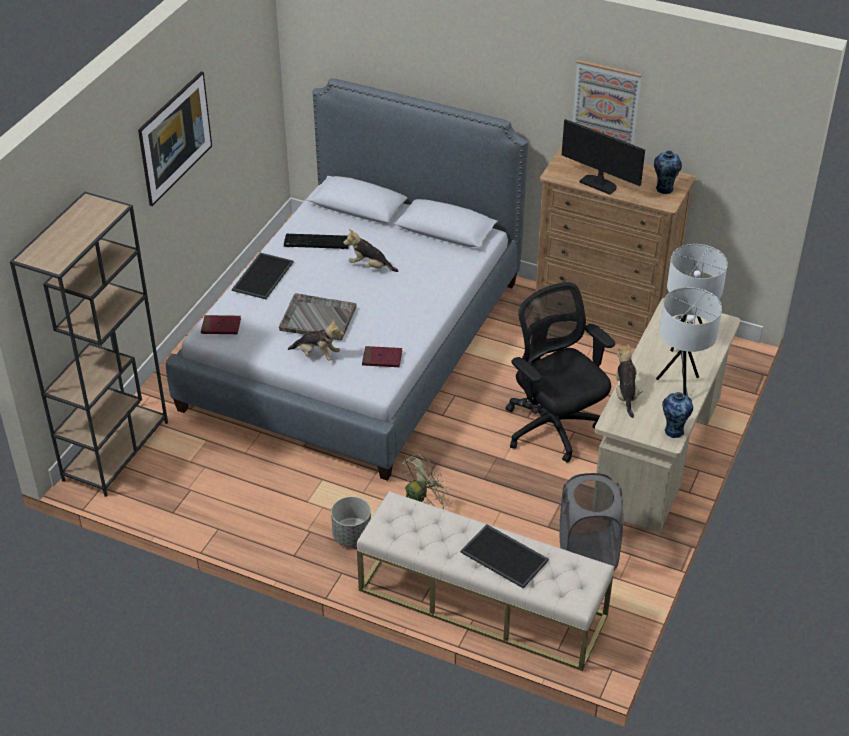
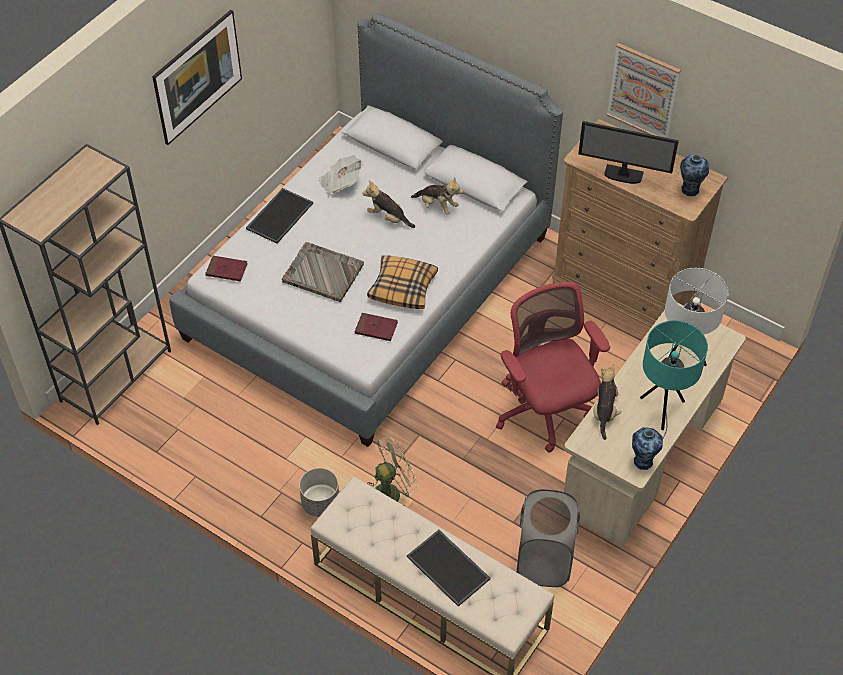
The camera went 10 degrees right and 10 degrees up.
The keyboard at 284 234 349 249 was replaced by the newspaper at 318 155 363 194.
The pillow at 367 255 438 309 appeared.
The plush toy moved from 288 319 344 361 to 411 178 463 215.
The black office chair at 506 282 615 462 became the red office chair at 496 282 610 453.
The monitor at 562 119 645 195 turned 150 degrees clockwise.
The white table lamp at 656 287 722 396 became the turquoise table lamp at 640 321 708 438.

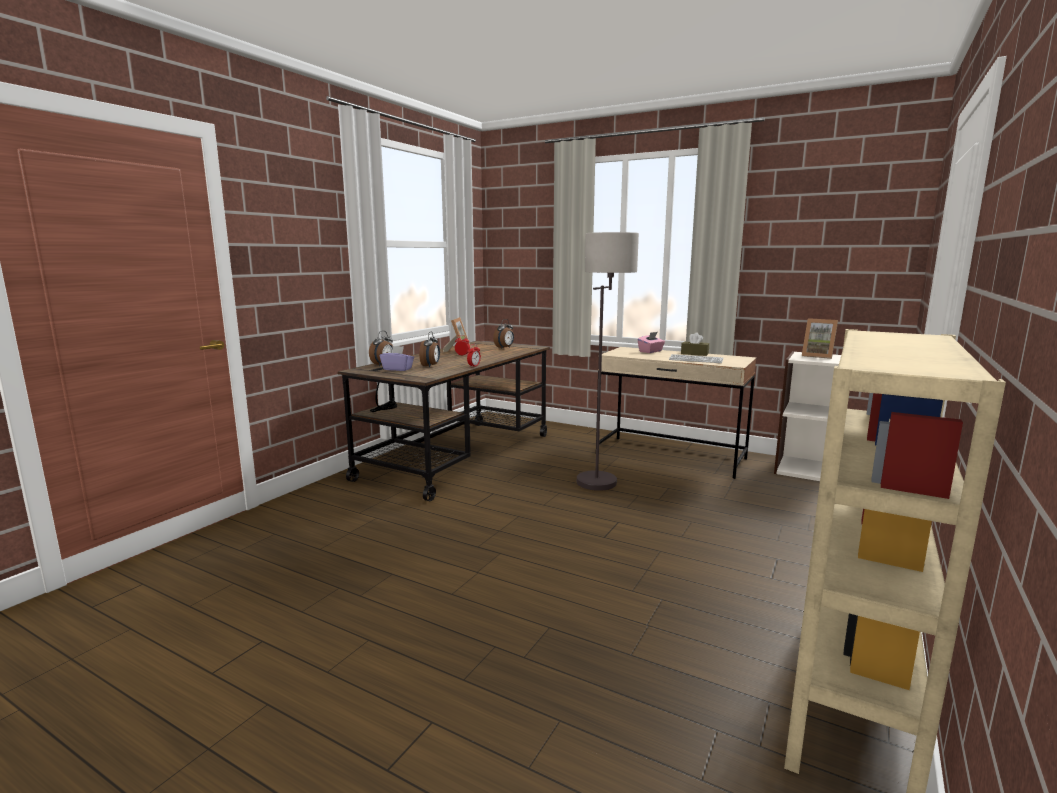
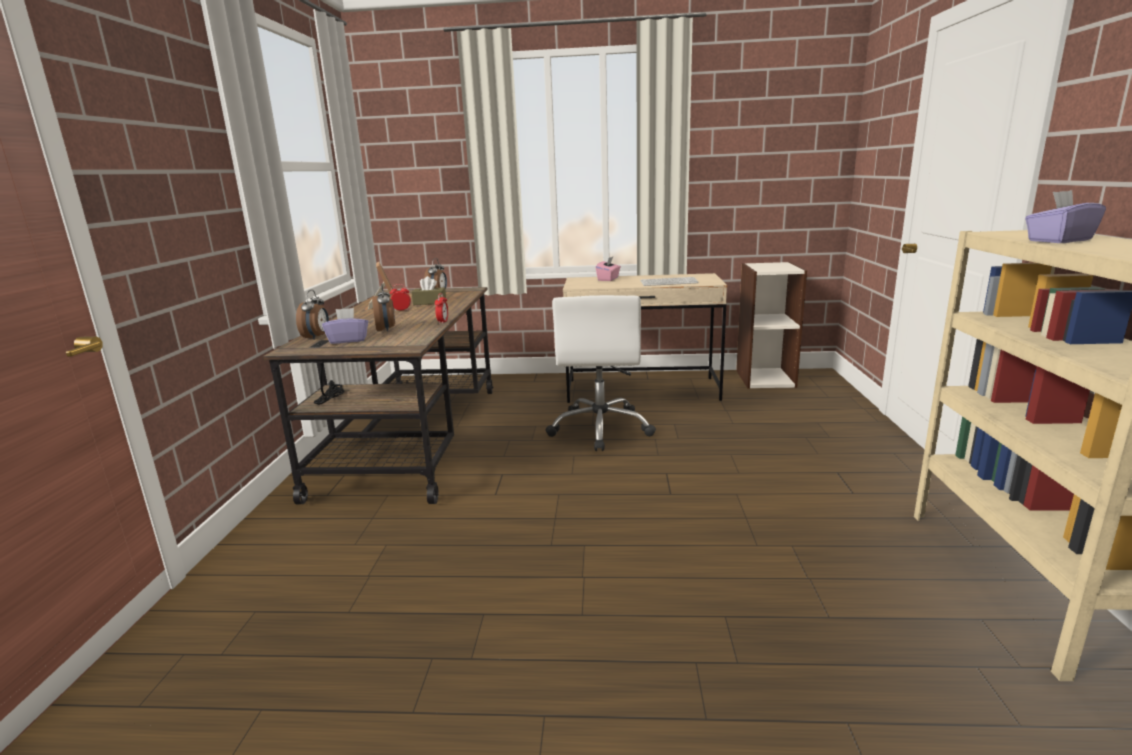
The camera went 25 degrees left and 5 degrees up.
The brown tissue box moved from 681 332 709 356 to 411 276 446 305.
The grey floor lamp at 577 232 639 491 was replaced by the white office chair at 545 295 656 451.
The purple tissue box at 1025 190 1106 243 appeared.
The picture frame at 802 318 838 359 disappeared.

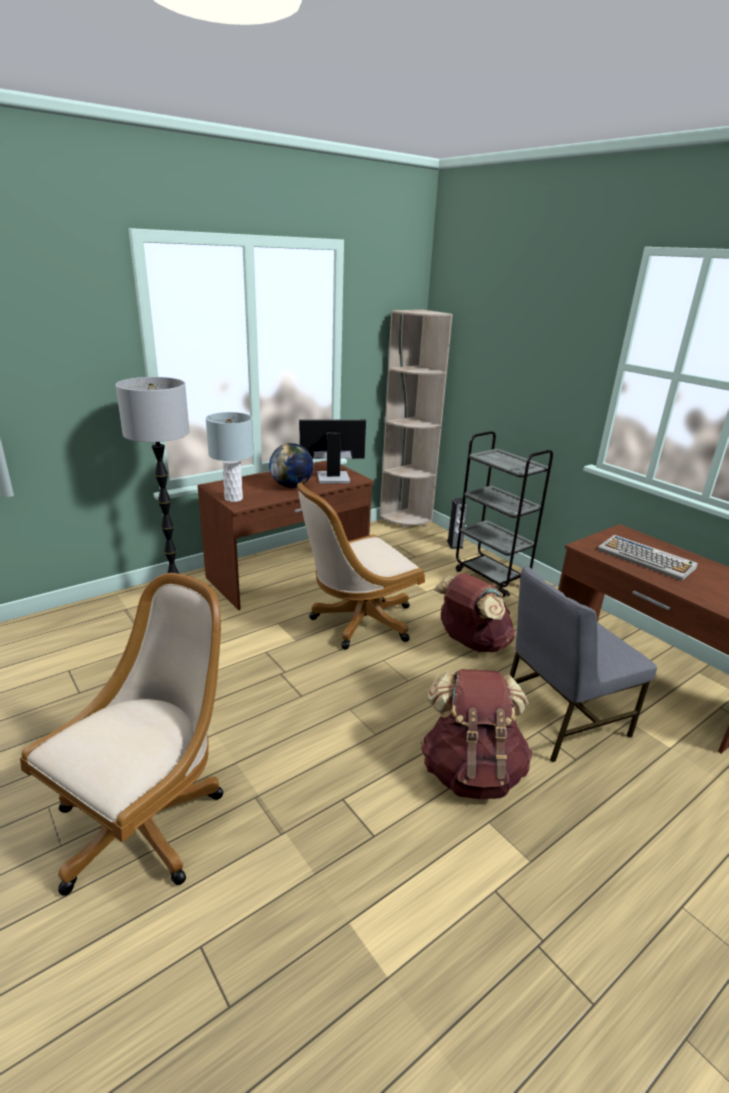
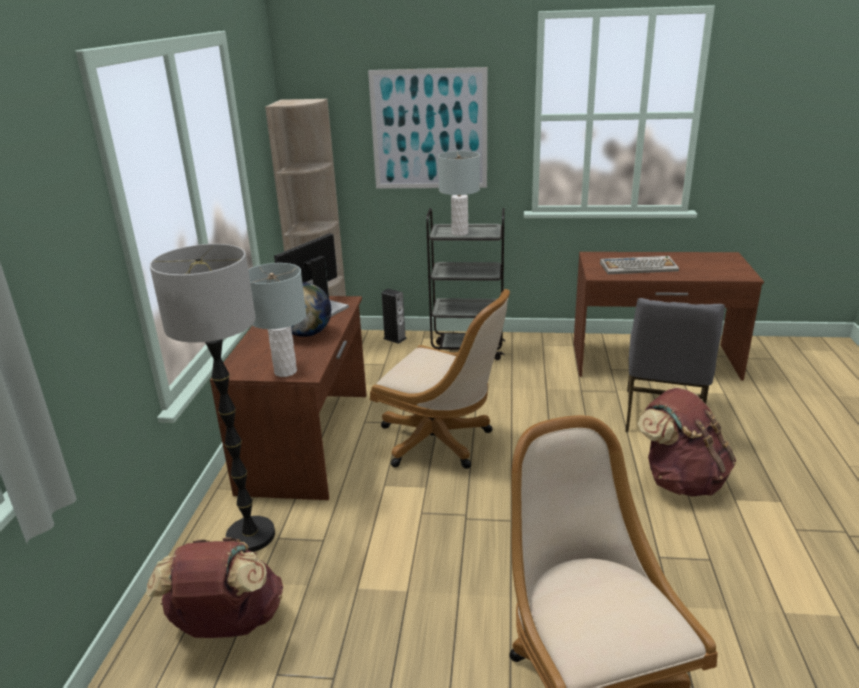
The camera went 45 degrees left and 0 degrees up.
The brown backpack moved from 434 573 515 652 to 146 537 283 638.
The picture at 368 67 487 189 appeared.
The office chair at 297 483 425 650 turned 75 degrees counterclockwise.
The grey table lamp at 438 151 480 236 appeared.

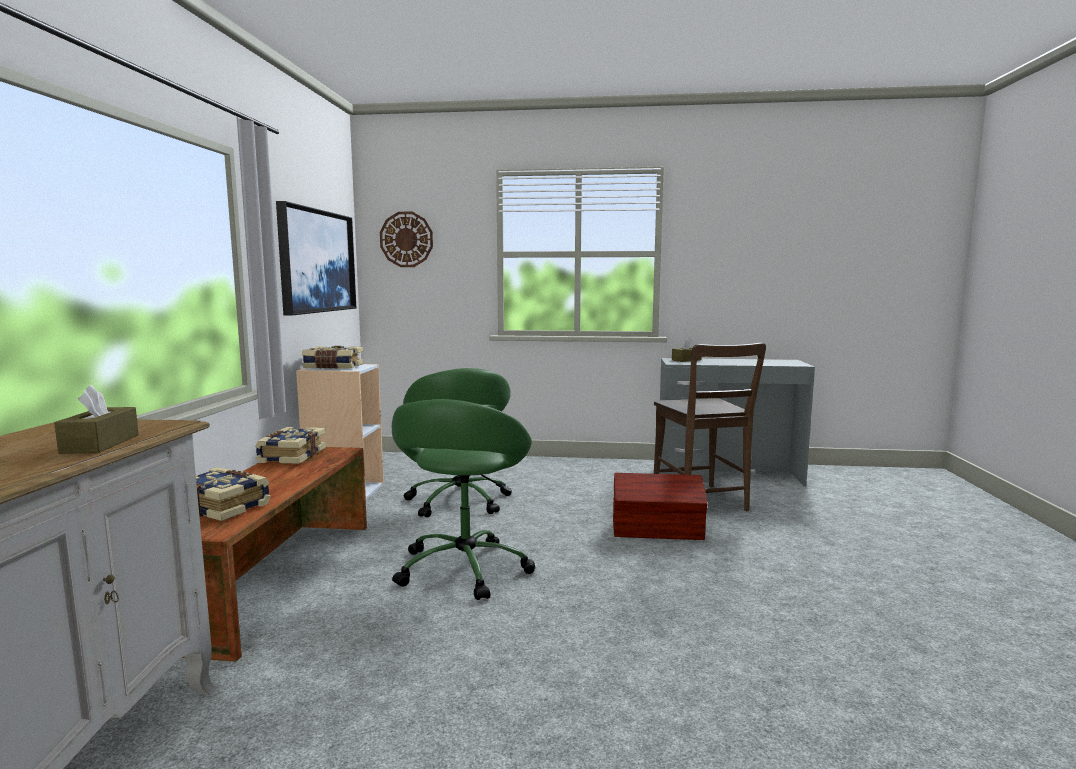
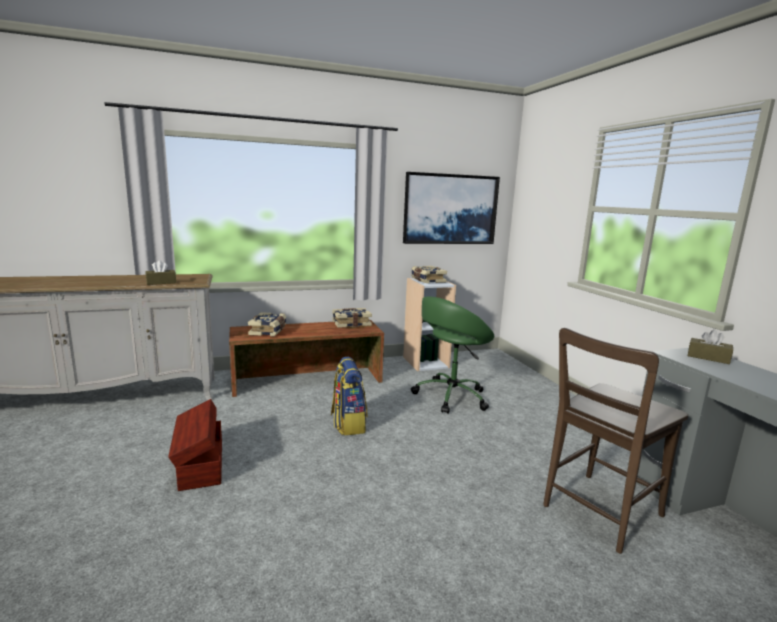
The camera went 65 degrees right and 5 degrees up.
The brown storage box moved from 613 473 707 540 to 168 399 222 491.
The green office chair at 392 399 535 600 was replaced by the backpack at 331 357 367 435.
The wall clock at 380 212 433 267 disappeared.

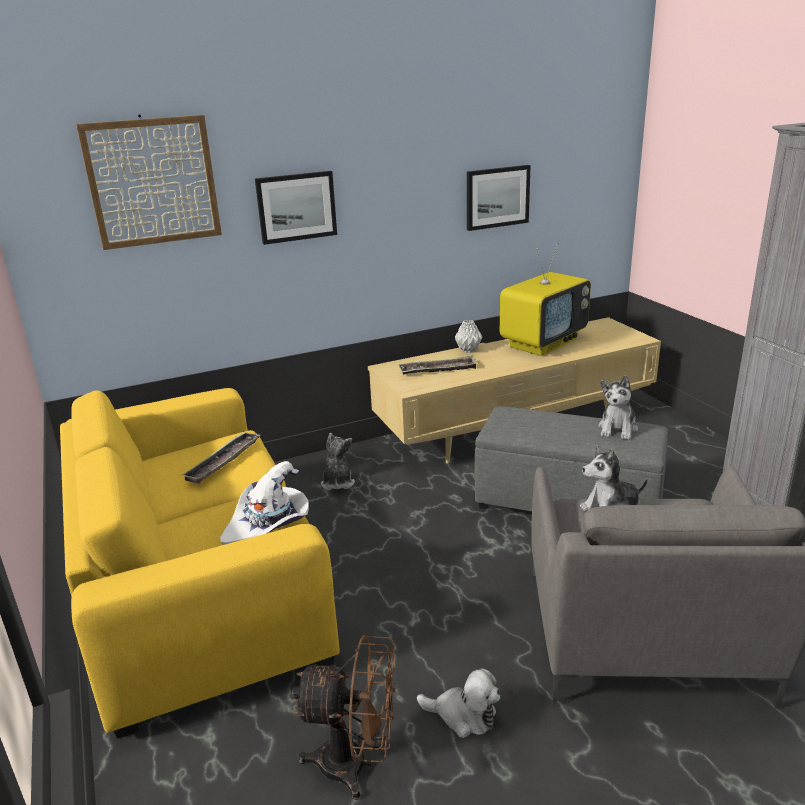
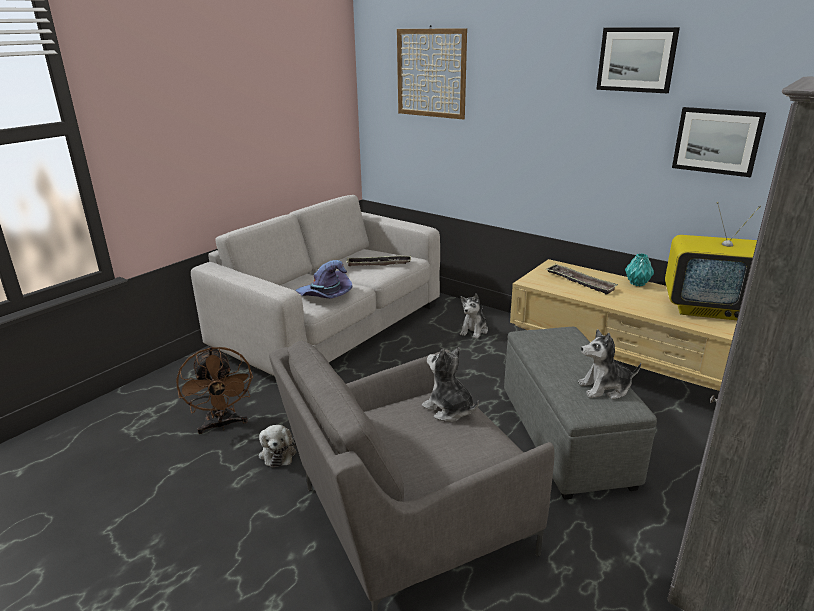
The camera went 60 degrees right and 0 degrees up.
The yellow sofa at 60 388 340 739 became the white sofa at 191 195 440 376.
The white hat at 220 461 309 545 became the purple hat at 296 260 352 298.
The plush toy at 321 433 355 490 turned 150 degrees clockwise.
The picture moved from 255 171 337 245 to 596 27 680 93.
The grey vase at 455 320 482 353 became the turquoise vase at 625 253 654 286.

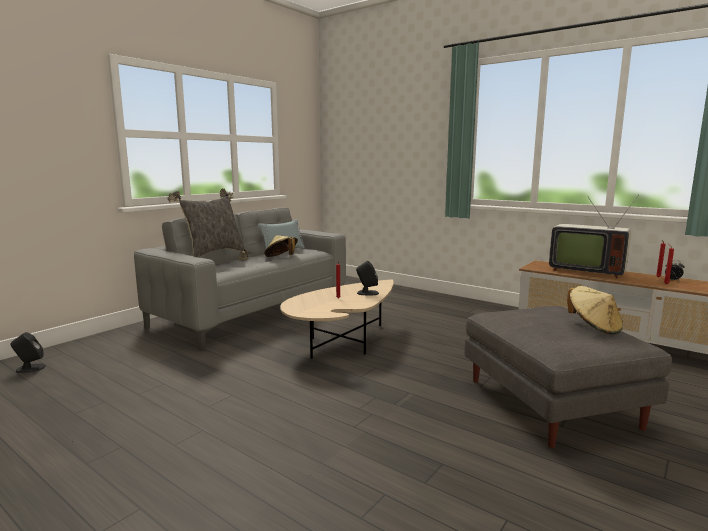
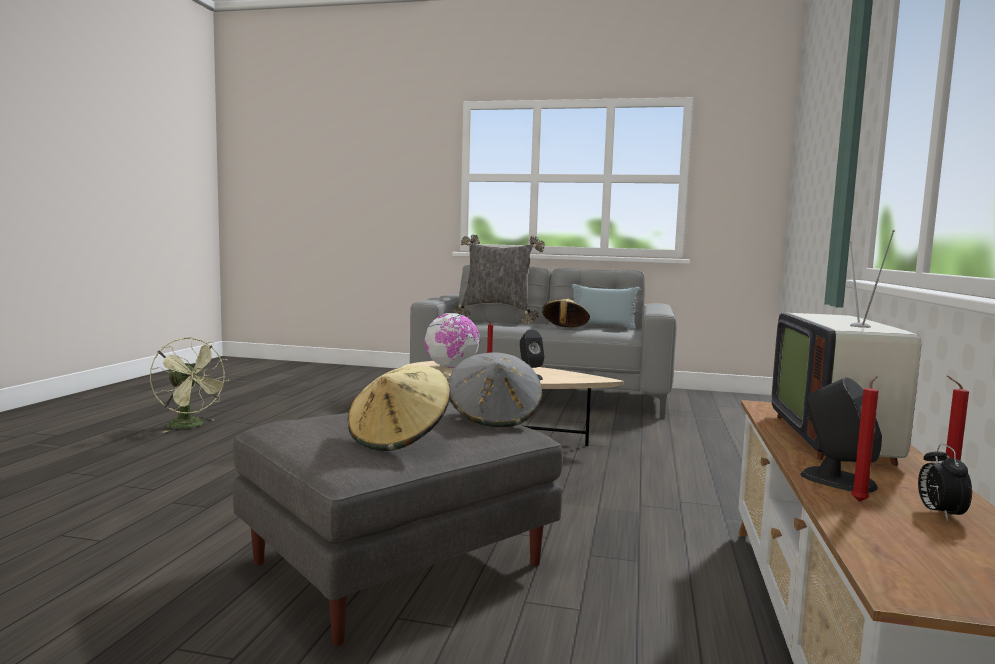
The camera went 65 degrees right and 5 degrees down.
The green fan at 150 337 230 433 appeared.
The globe at 424 313 480 368 appeared.
The grey hat at 448 352 542 427 appeared.
The black speaker moved from 10 332 46 373 to 801 378 882 493.

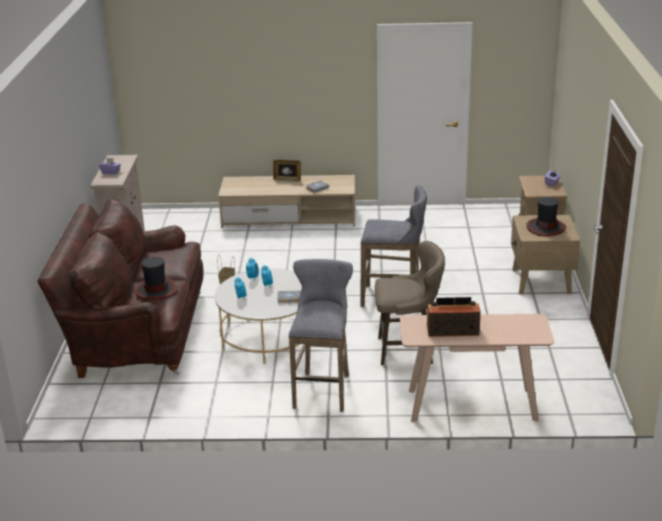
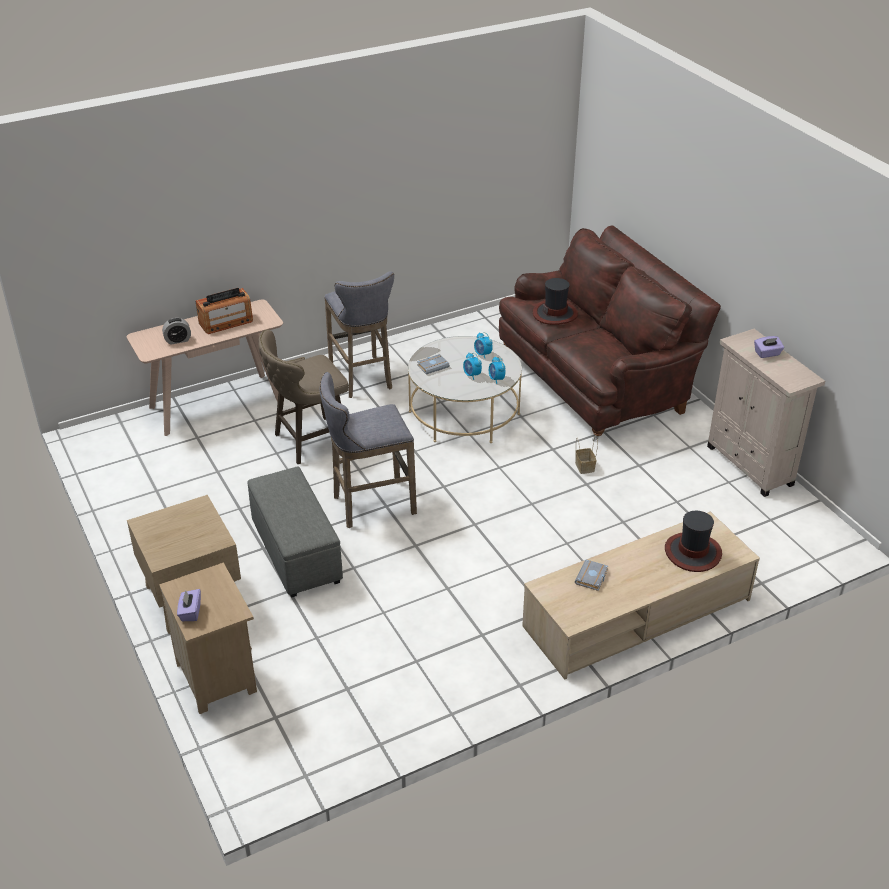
The camera went 150 degrees right and 10 degrees up.
The alarm clock at 162 318 191 345 appeared.
The grey ottoman at 247 467 343 598 appeared.
The hat moved from 526 197 566 236 to 665 511 722 572.
The picture frame at 273 160 301 182 disappeared.

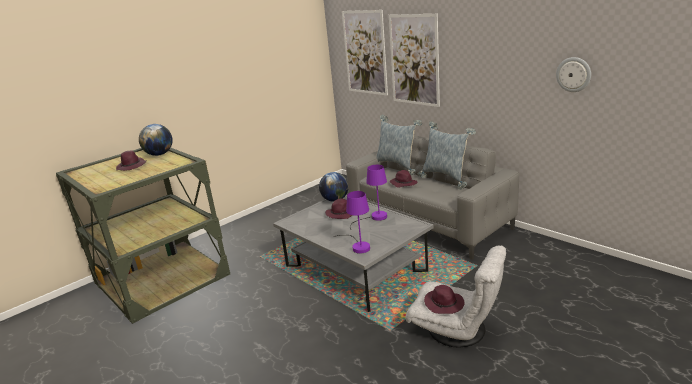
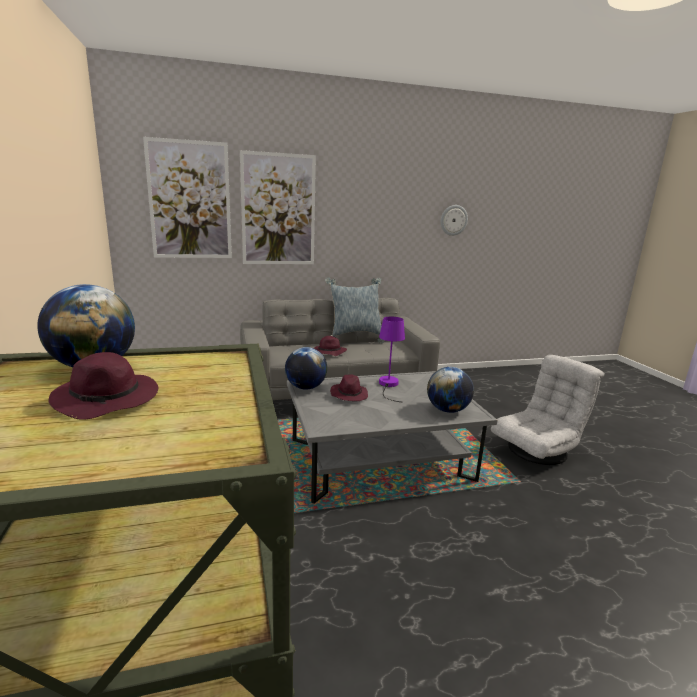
The camera went 65 degrees left and 5 degrees down.
The purple table lamp at 334 191 370 254 was replaced by the globe at 427 367 474 413.
The pillow at 376 115 422 176 disappeared.
The purple hat at 424 285 464 314 disappeared.

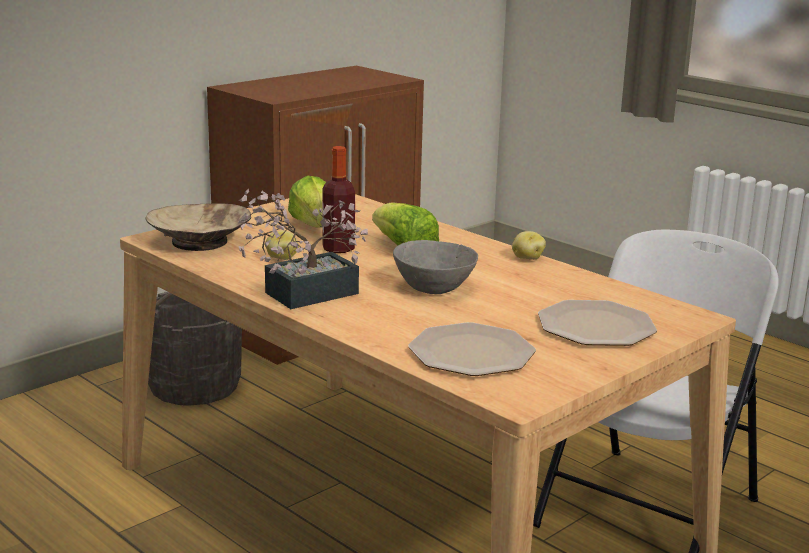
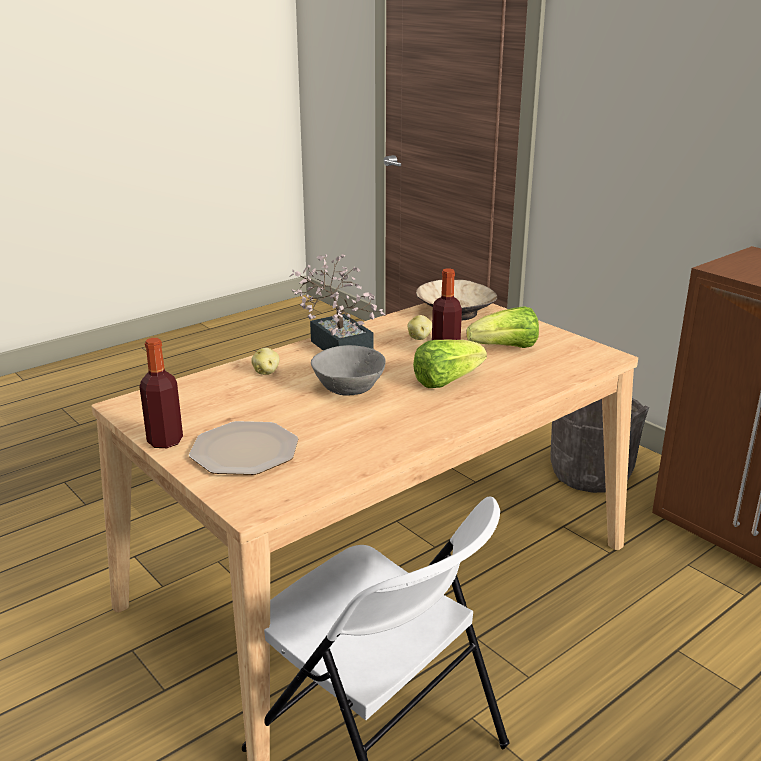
The camera went 95 degrees right and 5 degrees up.
The bottle at 139 338 183 448 appeared.
The potato moved from 512 231 546 260 to 251 348 280 375.
The plate at 408 322 536 376 disappeared.

